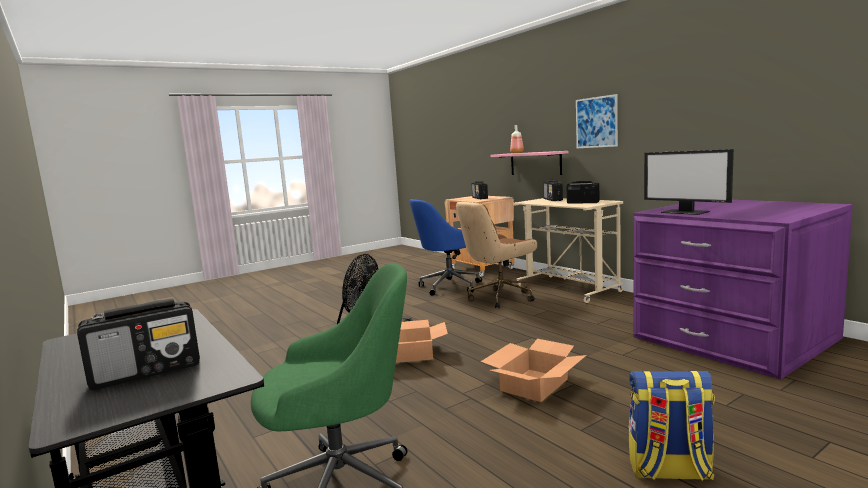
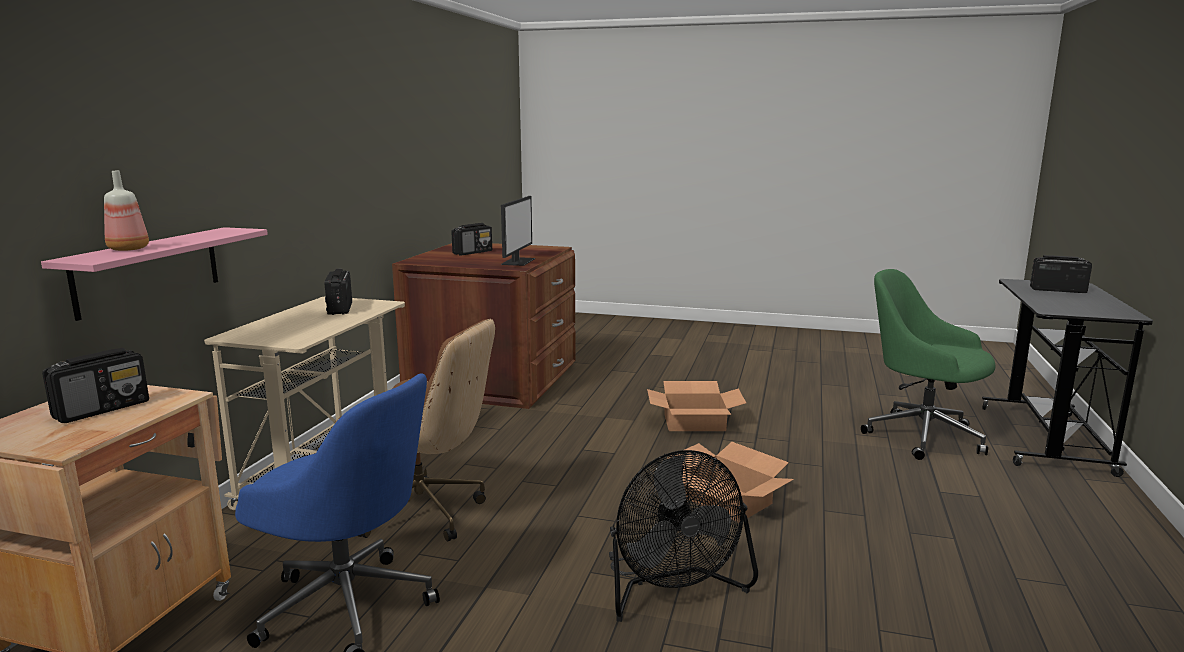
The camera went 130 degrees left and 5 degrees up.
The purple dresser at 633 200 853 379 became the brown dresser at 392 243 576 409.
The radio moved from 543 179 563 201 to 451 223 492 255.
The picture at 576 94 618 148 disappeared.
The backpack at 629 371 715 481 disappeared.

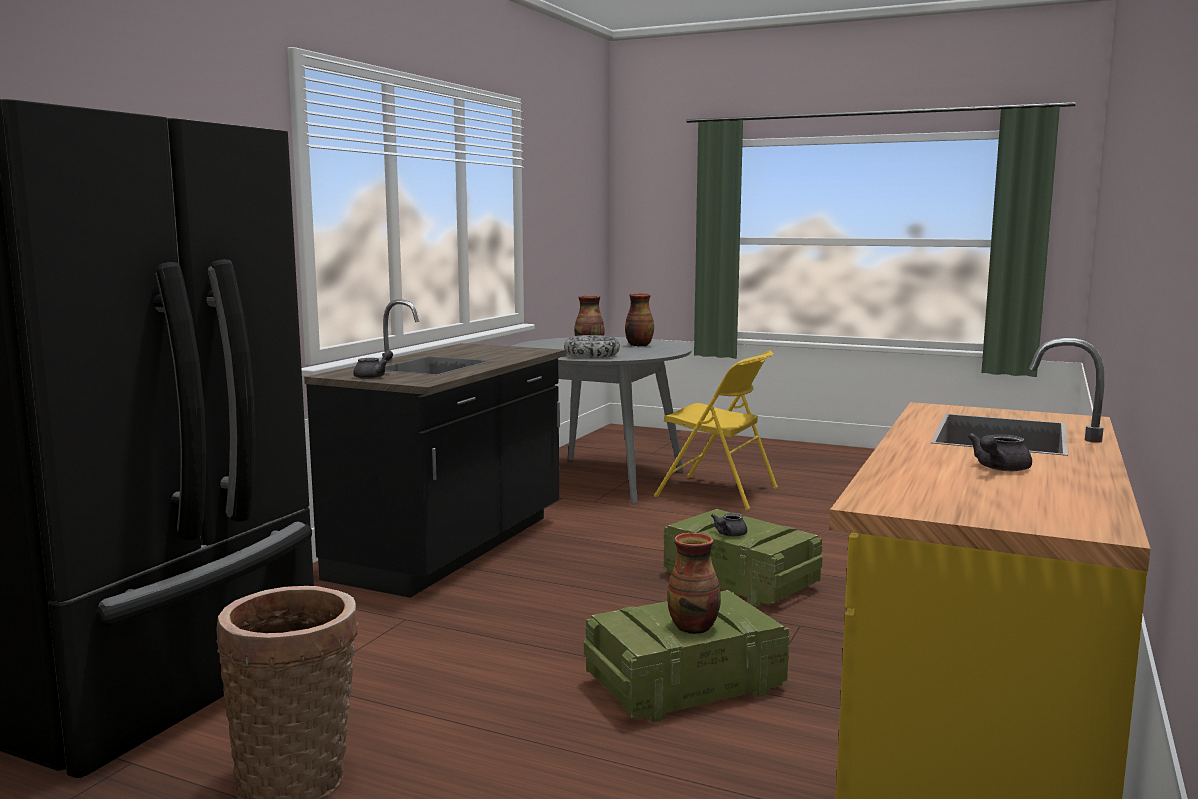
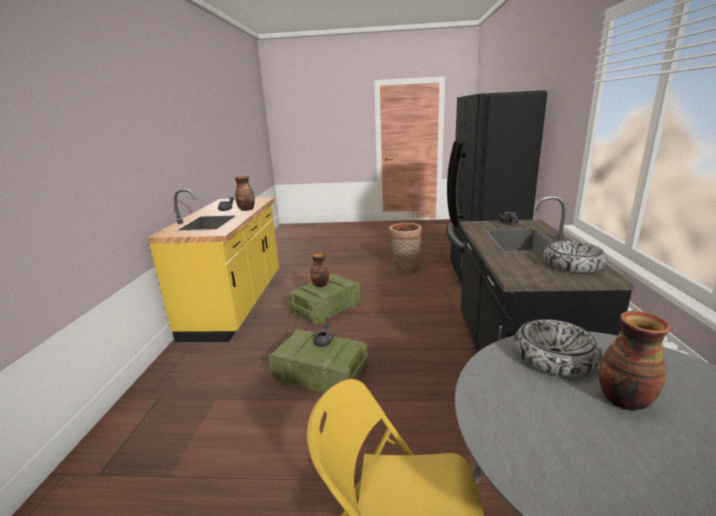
The camera went 160 degrees right and 10 degrees up.
The vase moved from 625 293 654 347 to 235 176 255 211.
The bowl at 543 241 607 273 appeared.

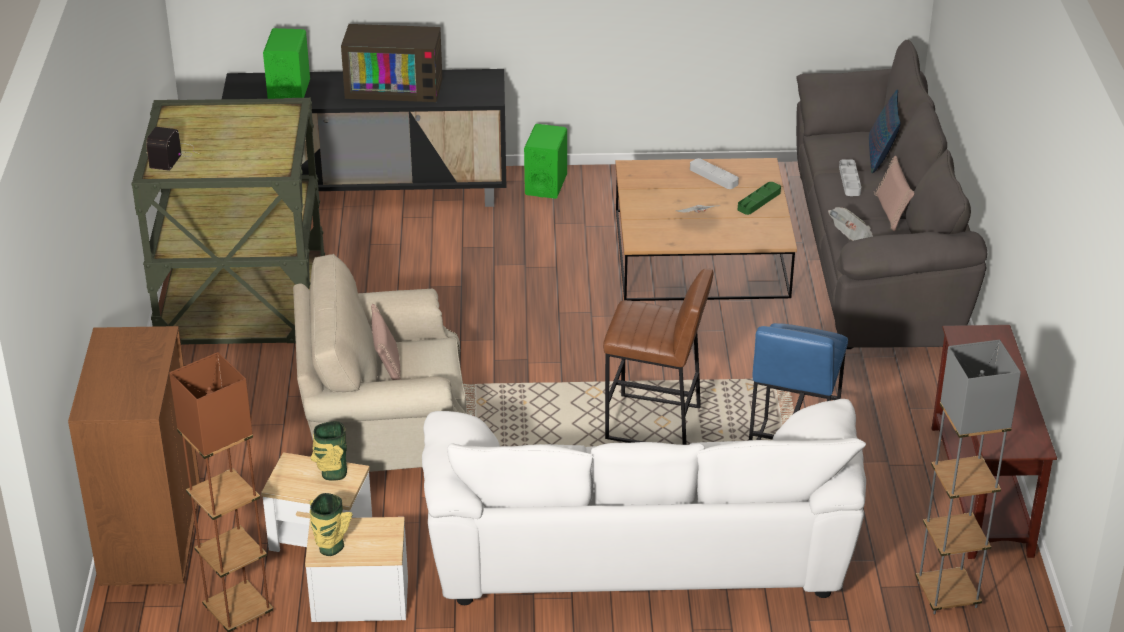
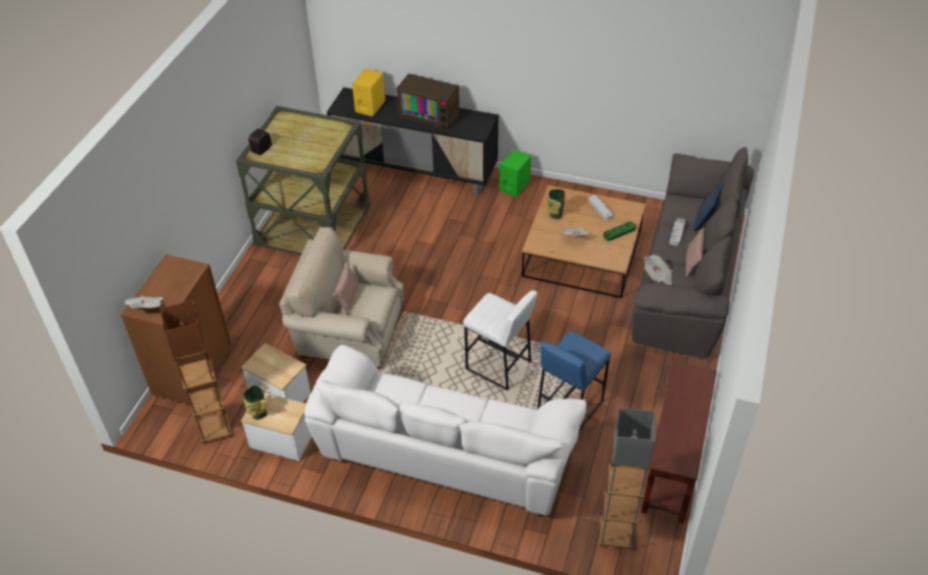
The camera went 20 degrees right and 10 degrees up.
The newspaper at 125 296 163 308 appeared.
The green speaker at 263 28 310 99 became the yellow speaker at 352 69 386 116.
The brown stool at 603 268 714 445 became the white stool at 463 290 538 391.
The vase moved from 311 421 347 480 to 545 189 565 219.

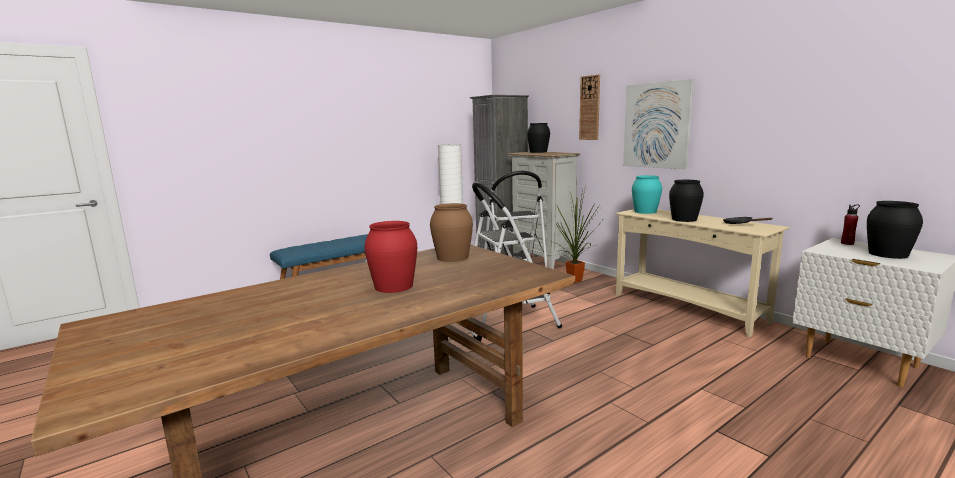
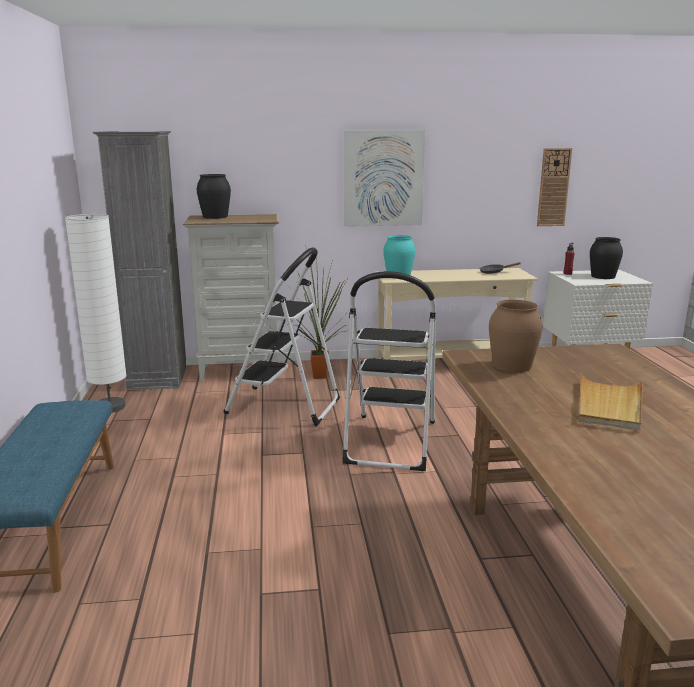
The camera went 60 degrees left and 5 degrees up.
The wall clock moved from 579 74 600 140 to 537 148 572 226.
The red vase at 364 221 417 293 was replaced by the beige tray at 579 373 643 431.
The black vase at 669 180 704 222 disappeared.

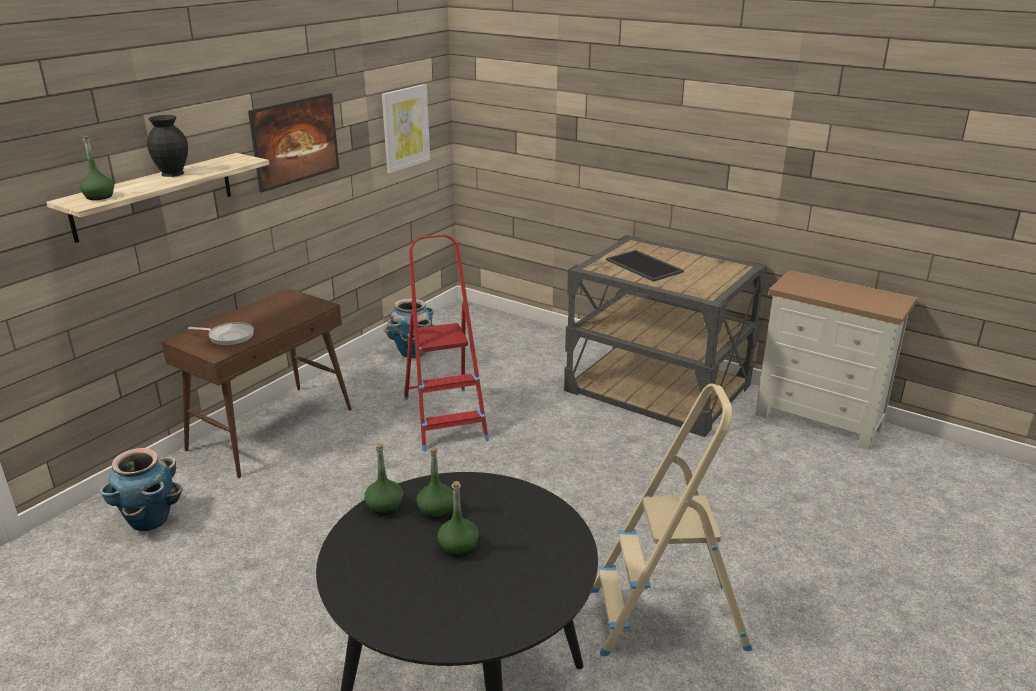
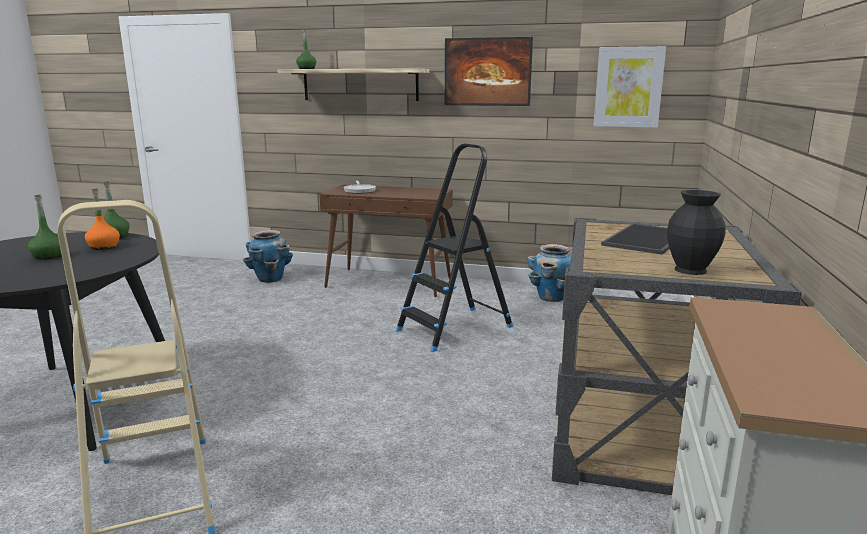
The camera went 70 degrees right and 10 degrees down.
The green bottle at 416 447 453 519 became the orange bottle at 85 188 120 250.
The red step ladder at 404 234 489 451 became the black step ladder at 396 144 513 352.
The black vase moved from 147 115 188 177 to 667 190 726 275.

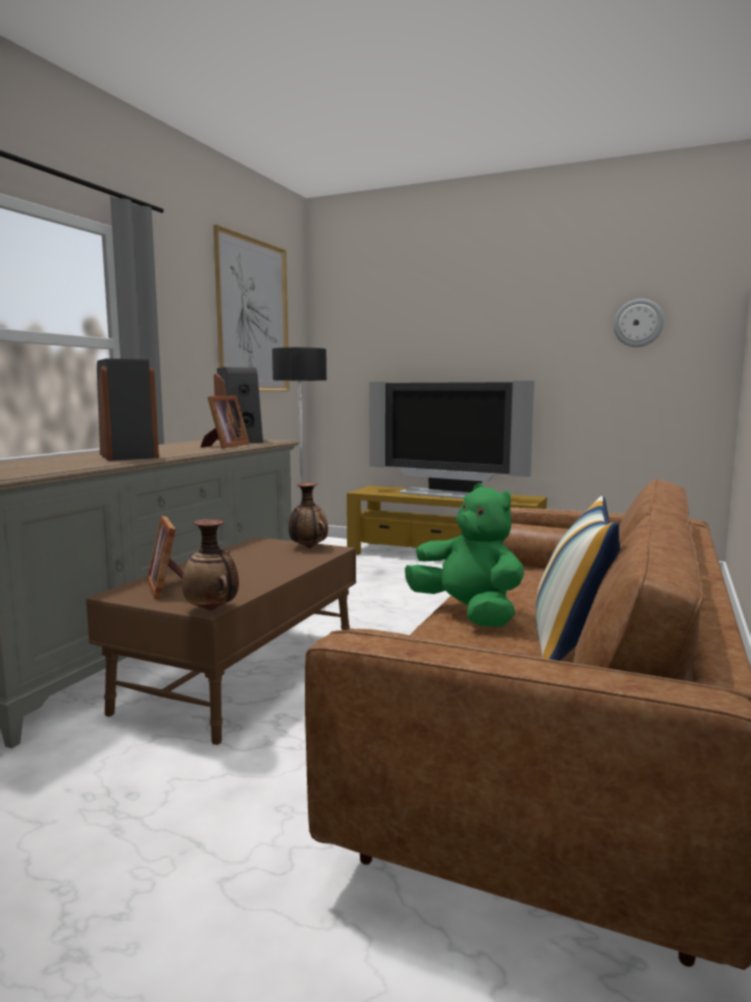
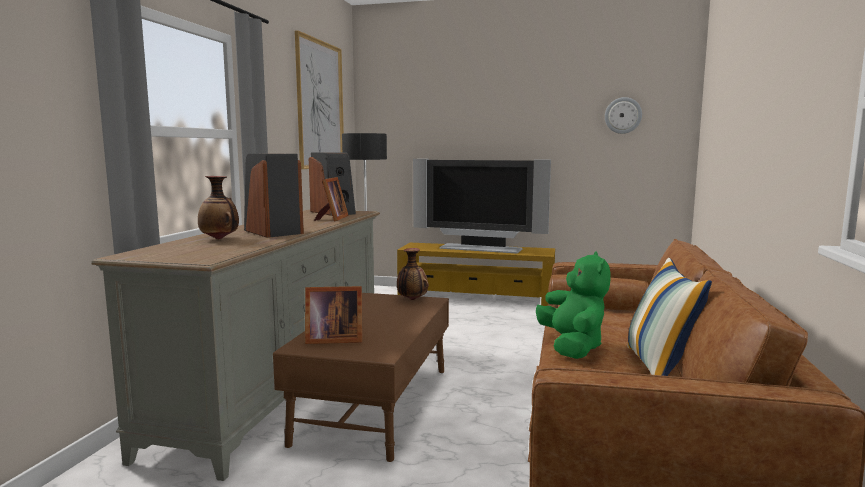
The camera went 10 degrees left and 0 degrees up.
The vase moved from 182 520 239 611 to 198 176 239 240.
The picture frame at 147 516 184 599 turned 60 degrees counterclockwise.
The green plush toy at 405 483 524 627 turned 45 degrees clockwise.

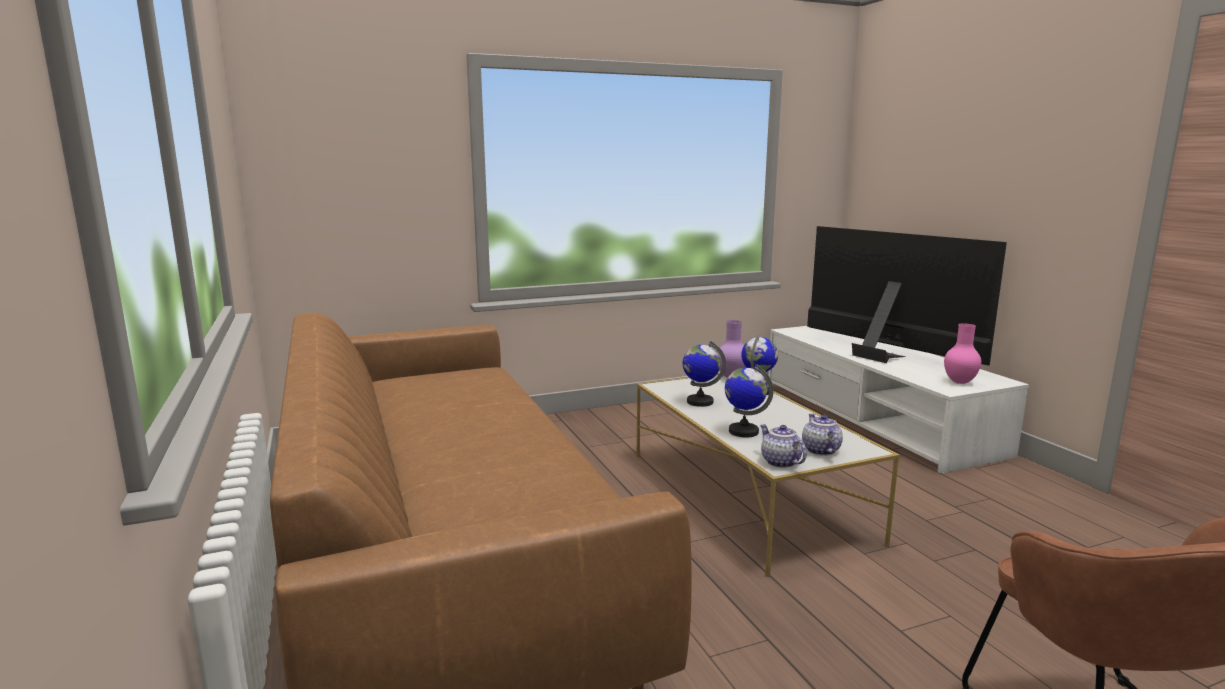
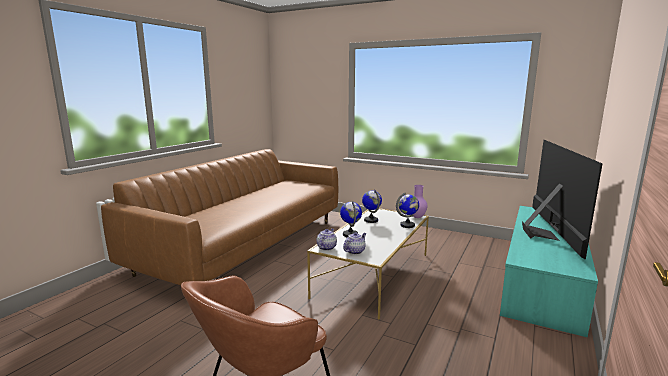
The camera went 50 degrees right and 0 degrees up.
The white tv stand at 768 326 1029 474 became the turquoise tv stand at 500 206 598 338.
The pink vase at 944 323 981 384 disappeared.

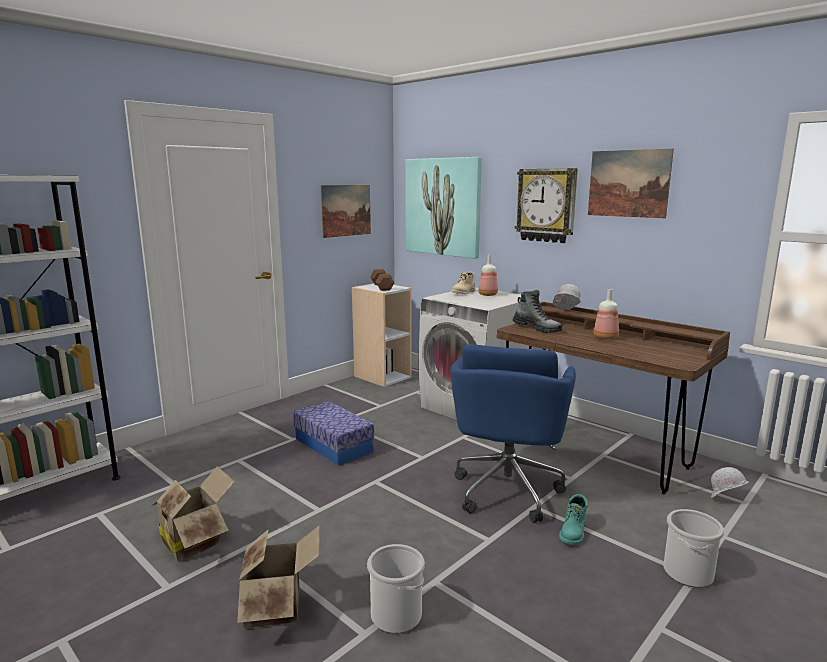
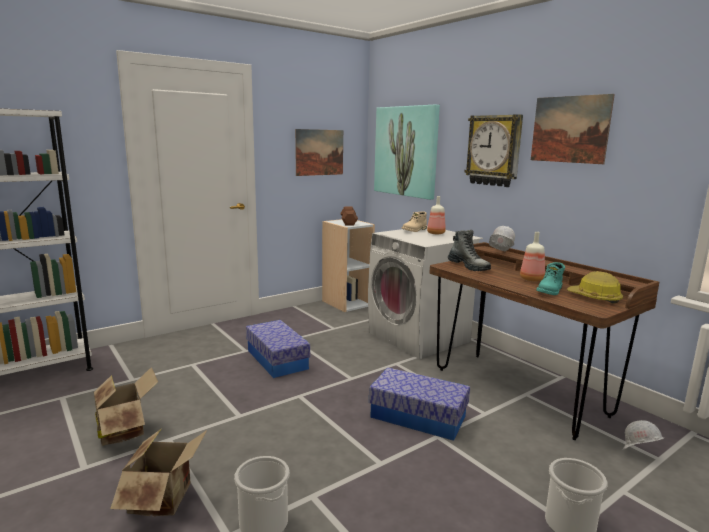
The camera went 10 degrees right and 0 degrees up.
The blue office chair at 450 345 576 523 was replaced by the storage box at 369 367 470 441.
The turquoise boot moved from 559 494 588 545 to 536 262 565 295.
The hard hat at 567 271 623 304 appeared.

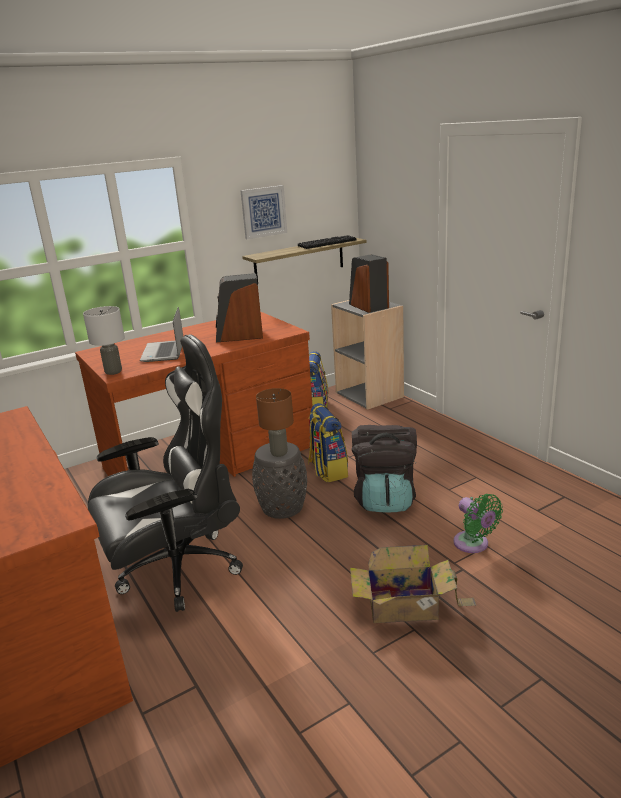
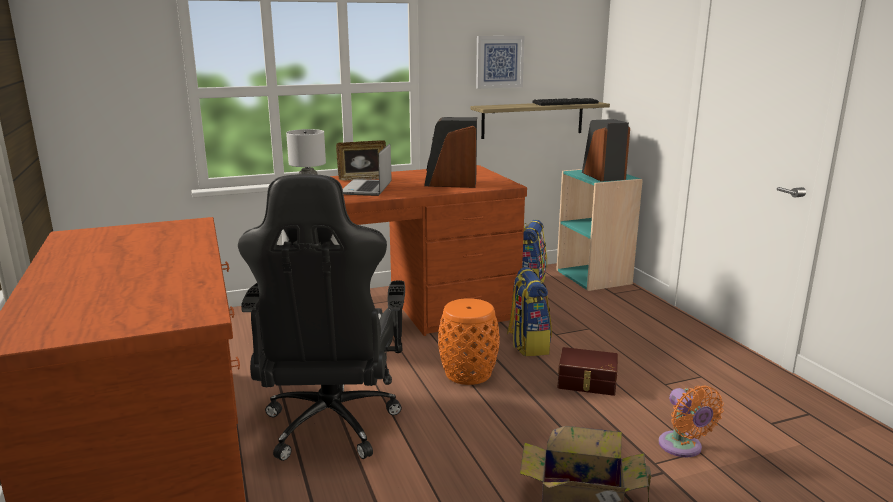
The camera went 10 degrees right and 5 degrees down.
The black office chair at 88 334 243 612 turned 105 degrees clockwise.
The picture frame at 336 140 386 181 appeared.
The grey stool at 252 442 307 519 became the orange stool at 438 298 500 385.
The grey bookcase at 331 300 404 409 became the turquoise bookcase at 556 169 643 291.
The black backpack at 352 425 417 513 was replaced by the brown storage box at 558 347 618 396.
The green fan at 453 494 503 553 became the orange fan at 659 386 724 457.
The brown table lamp at 256 388 294 457 disappeared.

